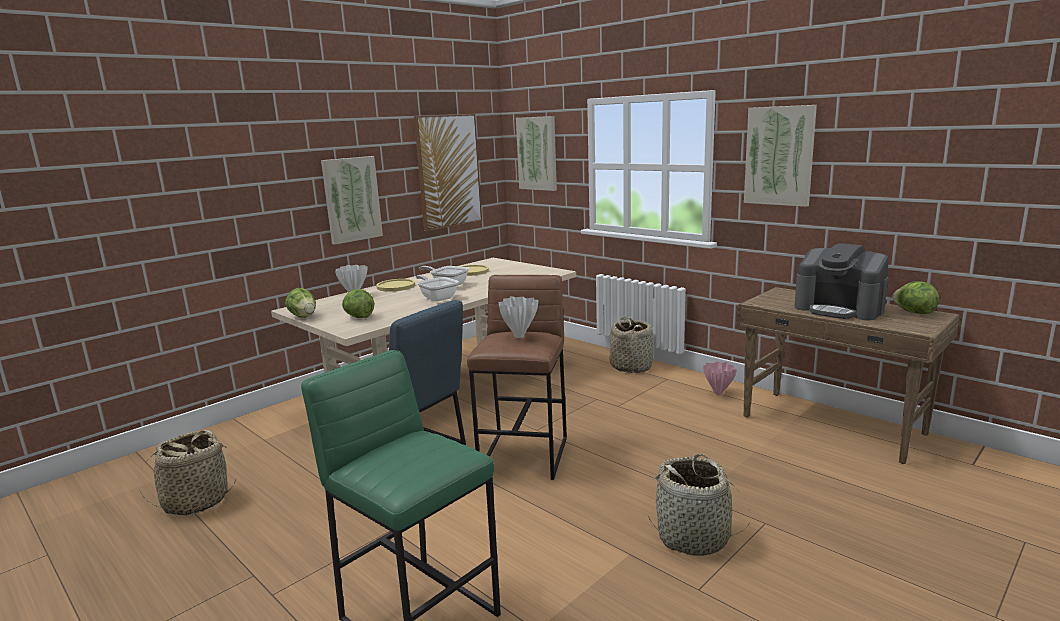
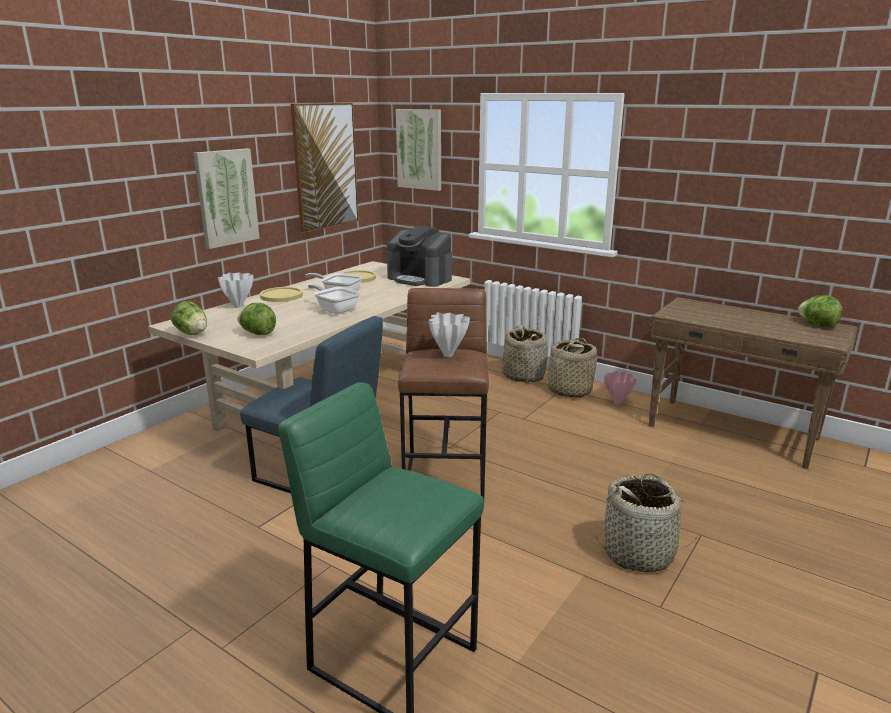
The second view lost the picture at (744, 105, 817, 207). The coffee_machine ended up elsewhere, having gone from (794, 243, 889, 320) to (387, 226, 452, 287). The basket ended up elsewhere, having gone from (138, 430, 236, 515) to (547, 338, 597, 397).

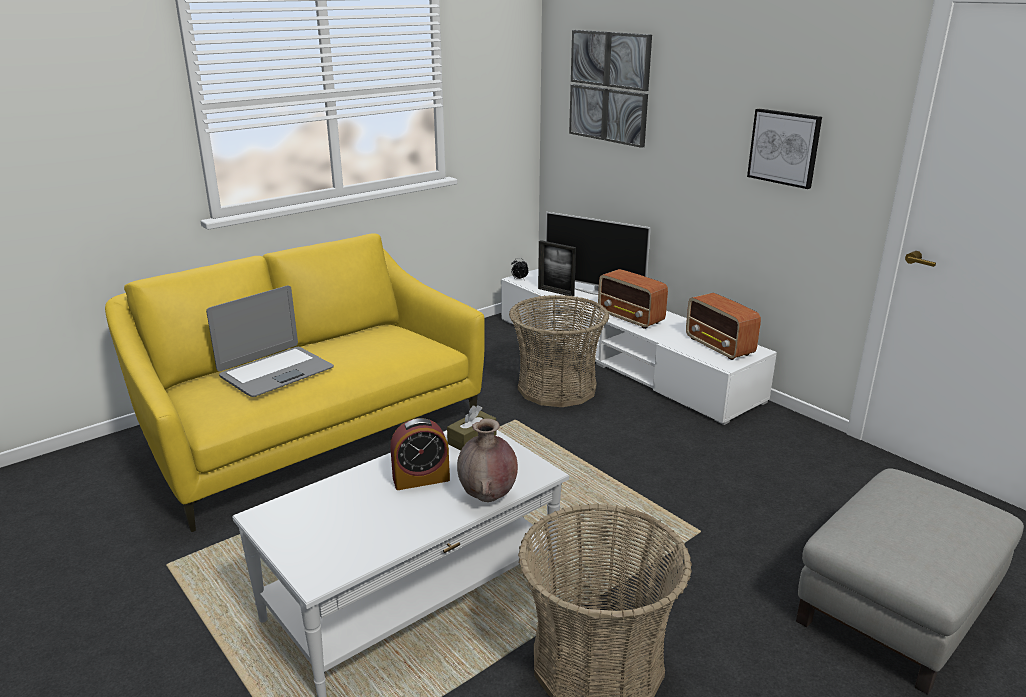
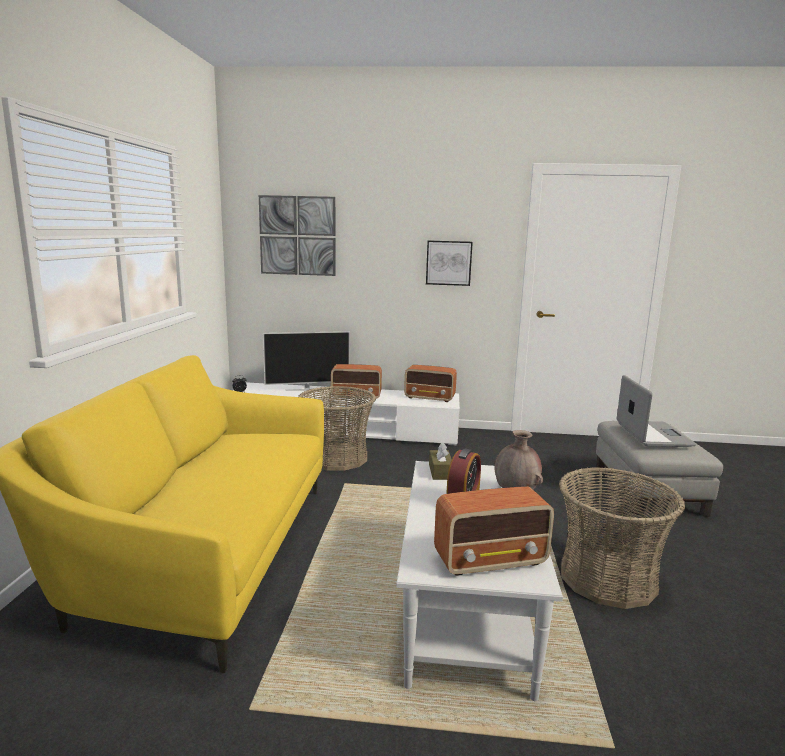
The second view lost the picture_frame at (538, 240, 576, 296). The laptop ended up elsewhere, having gone from (206, 285, 334, 397) to (617, 375, 696, 447). The second view gained the radio at (434, 486, 554, 576).

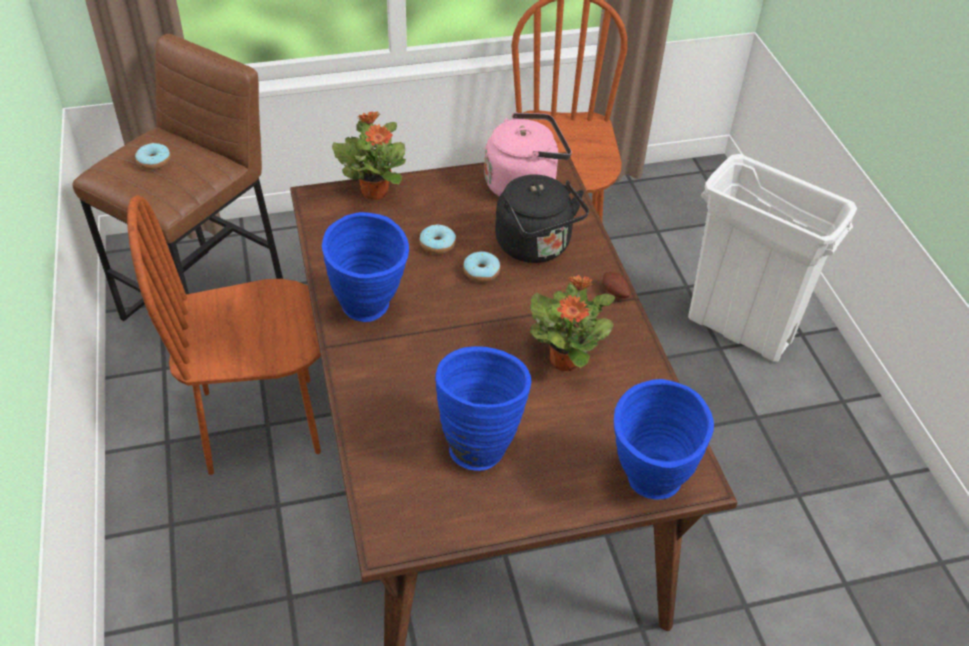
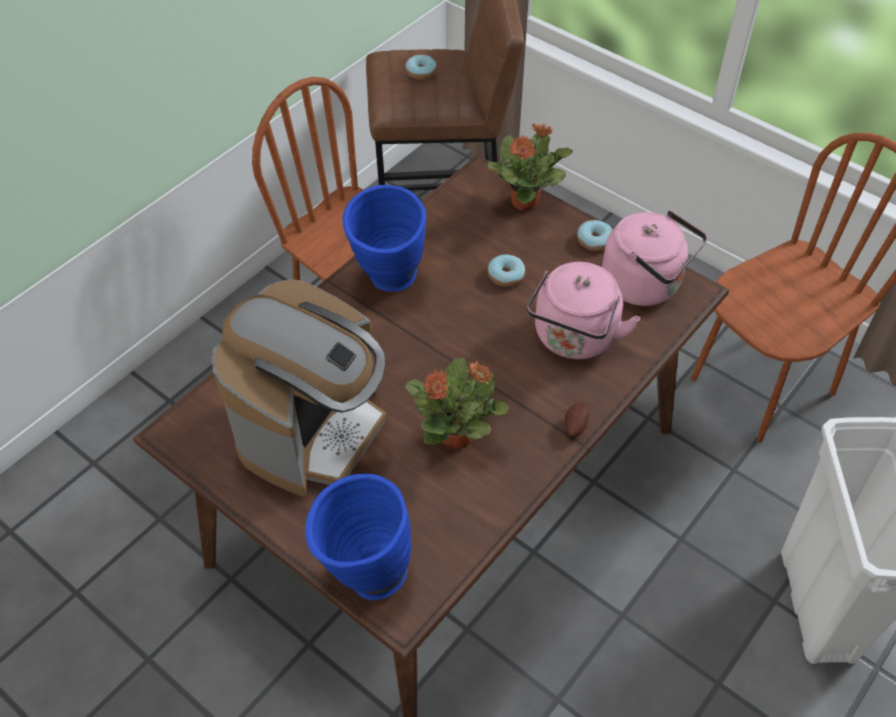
What was the black_kettle at (495, 174, 589, 263) turned into the pink_kettle at (527, 262, 640, 359). The donut ended up elsewhere, having gone from (463, 251, 500, 282) to (577, 220, 612, 251). Where the blue_vase stood at (435, 346, 531, 471), the coffee_machine came to stand at (212, 279, 387, 497).

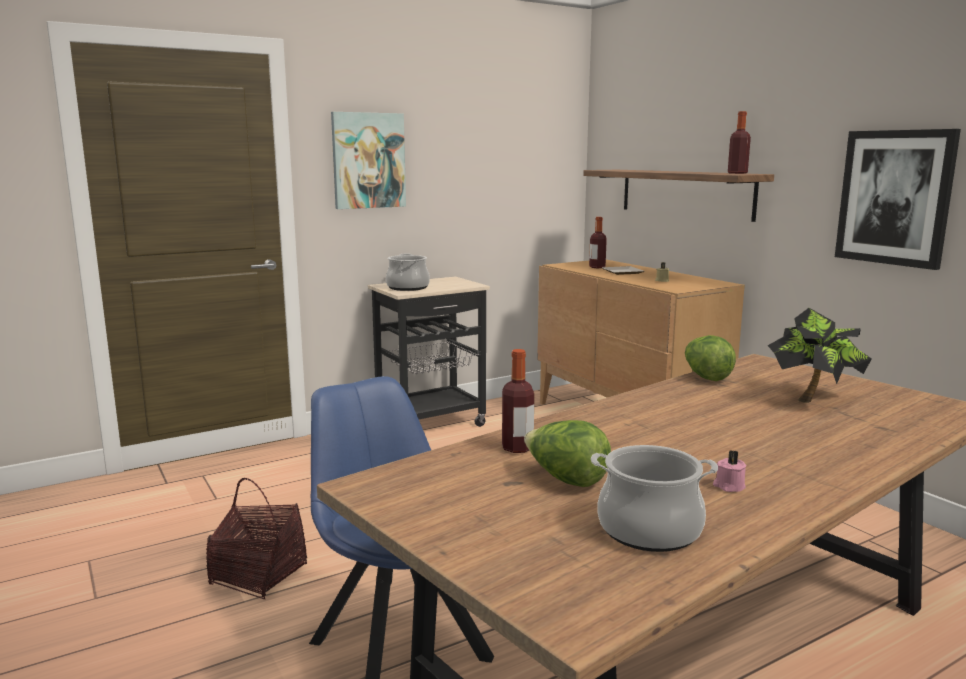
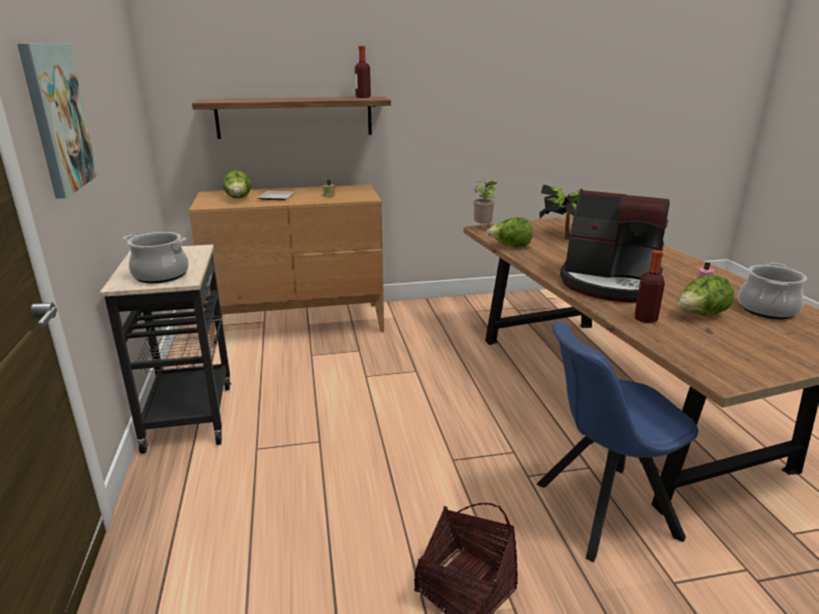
The second view lost the picture at (835, 129, 961, 270). Where the bottle stood at (589, 217, 607, 268), the lettuce came to stand at (223, 170, 251, 199). The second view gained the potted_plant at (473, 180, 499, 225). The second view gained the coffee_machine at (560, 190, 670, 303).

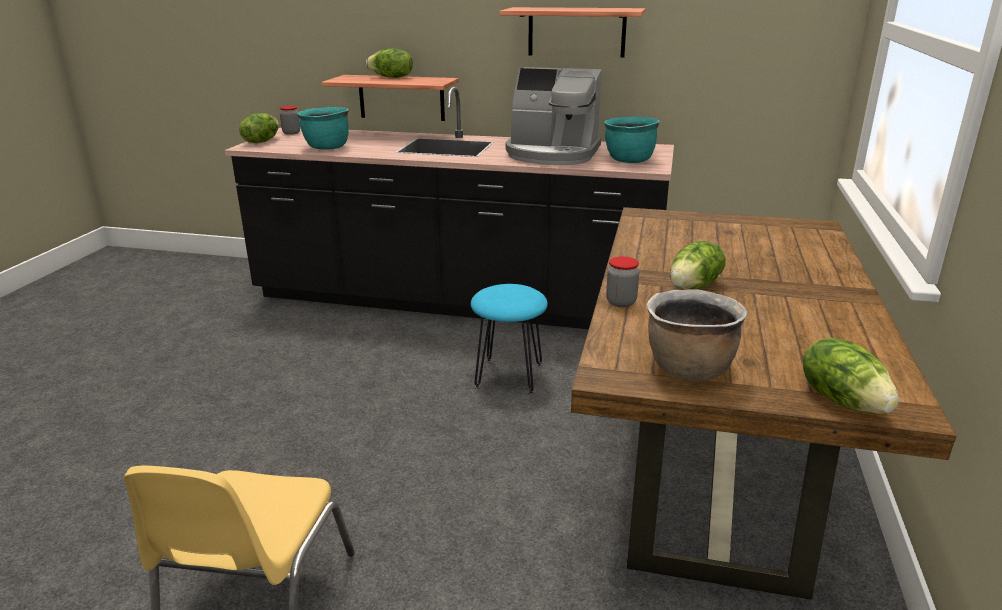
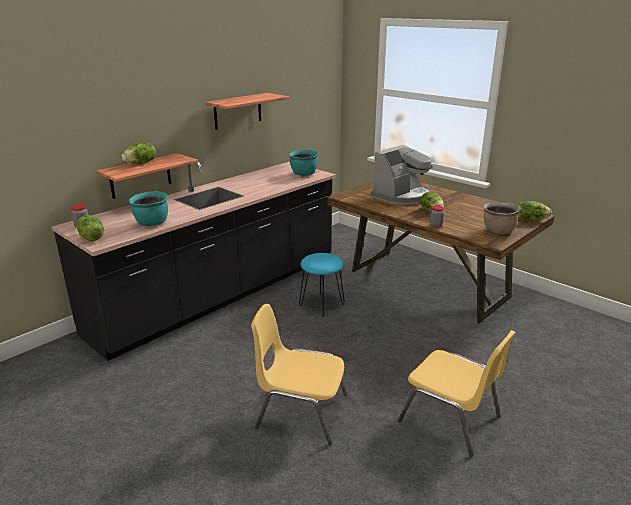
The coffee_machine ended up elsewhere, having gone from (506, 67, 602, 165) to (371, 145, 433, 205). The second view gained the yellow_chair at (251, 304, 347, 445).

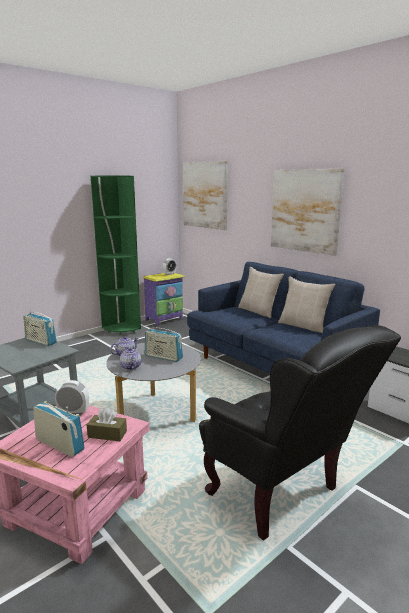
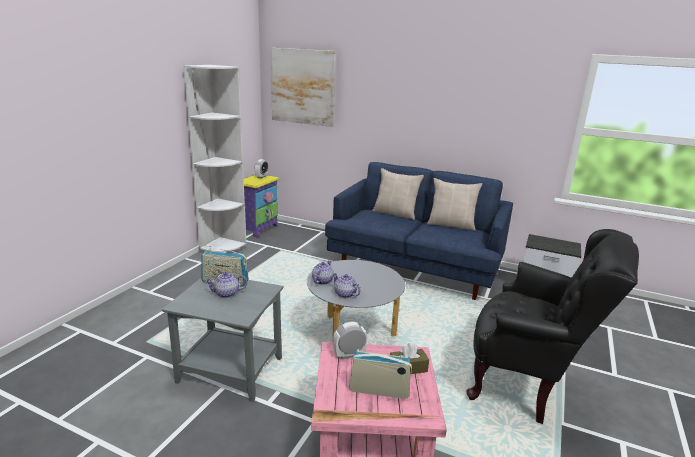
The second view lost the picture at (271, 169, 345, 256). What was the green_bookcase at (91, 176, 141, 335) turned into the white_bookcase at (183, 65, 246, 253). The second view lost the radio at (145, 325, 183, 362). The second view gained the teapot at (205, 272, 247, 298).

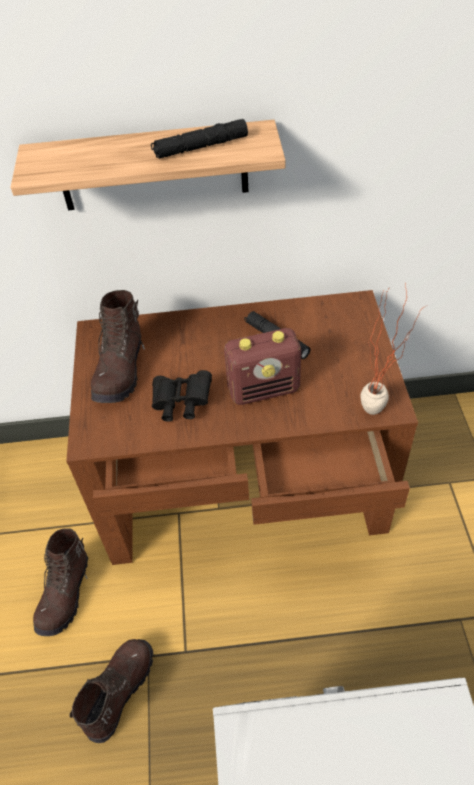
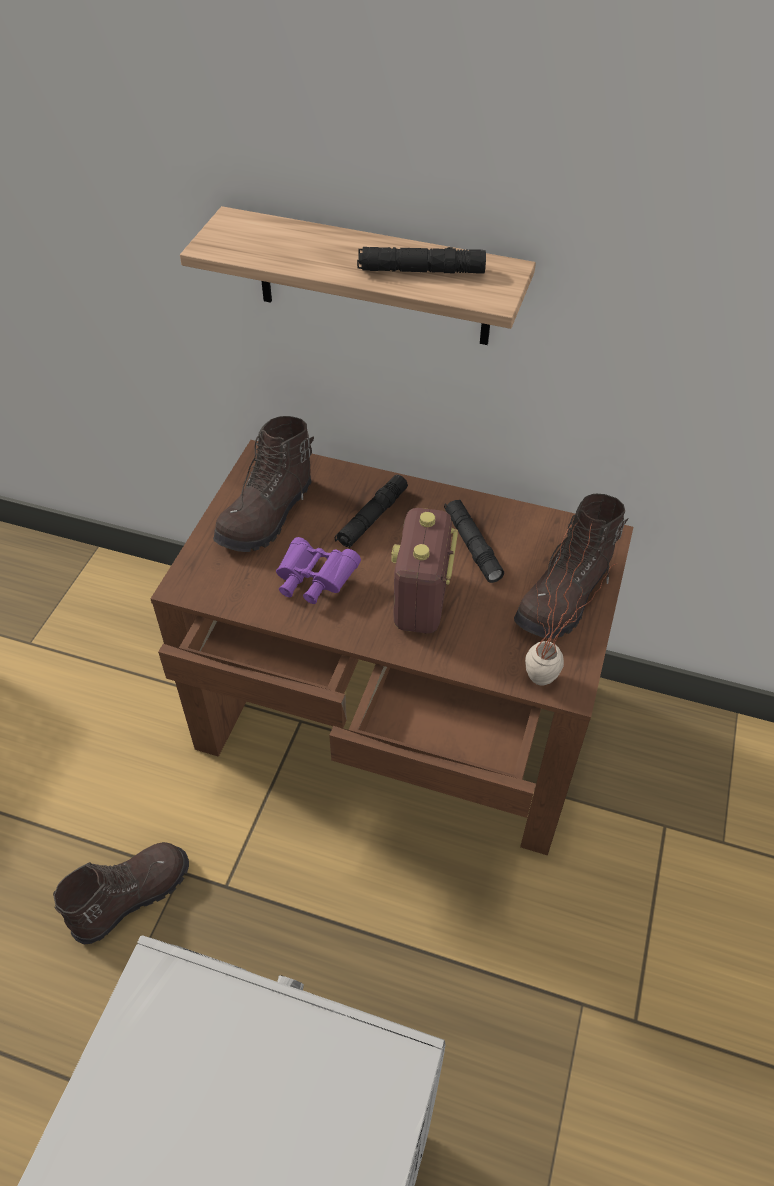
The radio at (224, 328, 301, 405) ended up facing another way, 90 degrees clockwise from before. What was the black_binoculars at (152, 370, 212, 422) turned into the purple_binoculars at (276, 537, 361, 604). The brown_boot ended up elsewhere, having gone from (33, 529, 88, 636) to (514, 494, 629, 639). The second view gained the black_flashlight at (335, 475, 408, 548).

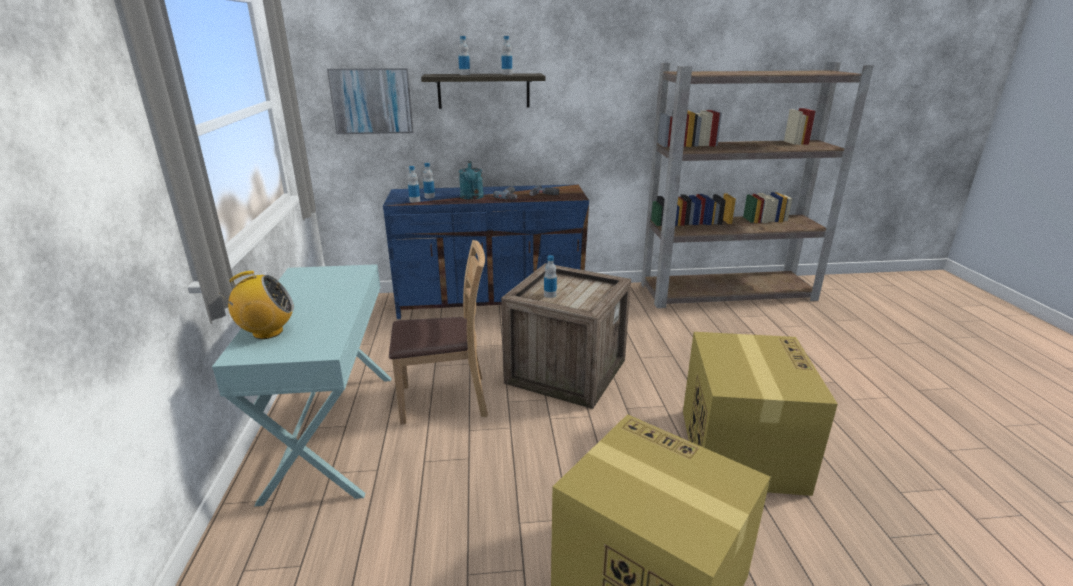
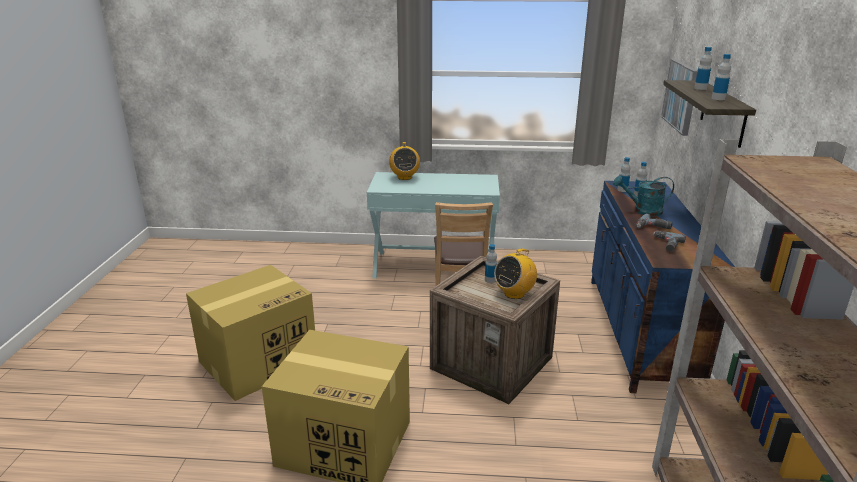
The second view gained the radio at (494, 249, 537, 299).

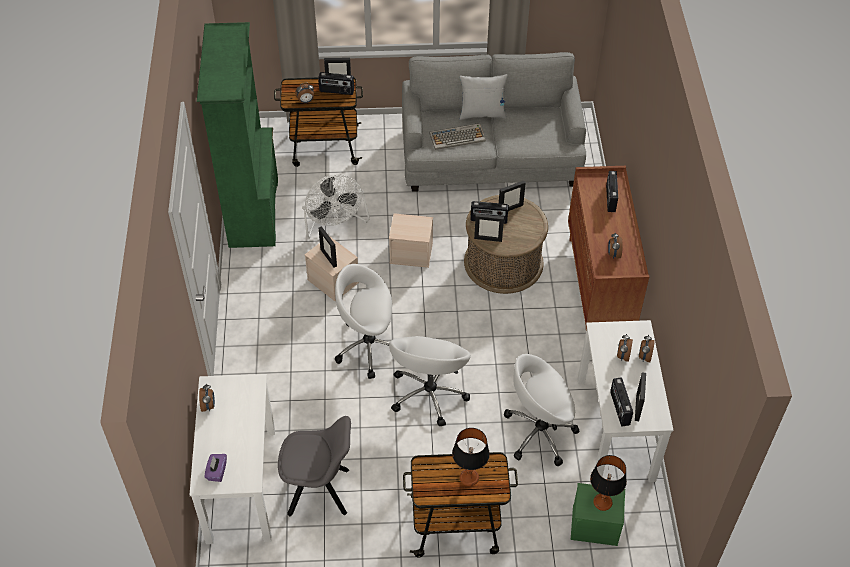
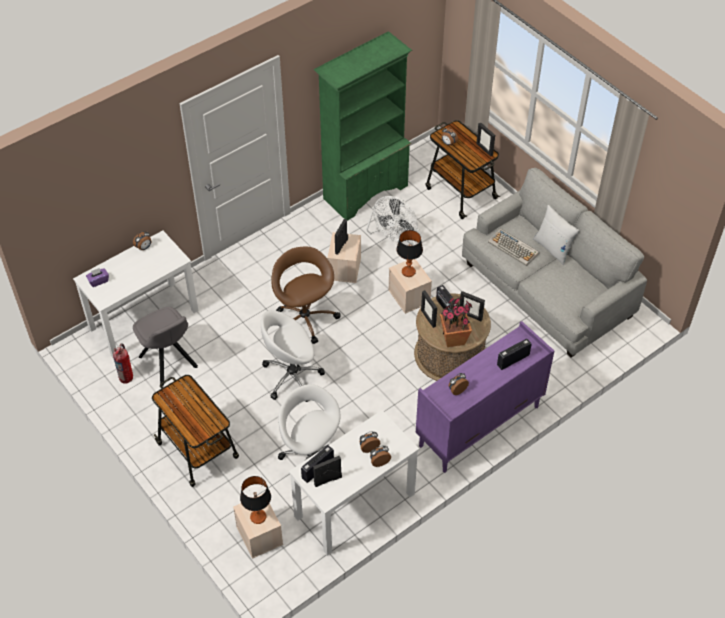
The second view lost the radio at (318, 72, 354, 95). What was the brown_cabinet at (568, 166, 649, 330) turned into the purple_cabinet at (416, 321, 554, 473). What was the white_office_chair at (335, 264, 392, 379) turned into the brown_office_chair at (271, 247, 341, 344). The table_lamp ended up elsewhere, having gone from (452, 428, 490, 486) to (396, 230, 423, 277). What was the green_storage_box at (571, 483, 625, 546) turned into the beige_storage_box at (233, 493, 283, 559). The second view gained the potted_plant at (440, 298, 472, 347). The second view gained the fire_extinguisher at (113, 343, 133, 384).

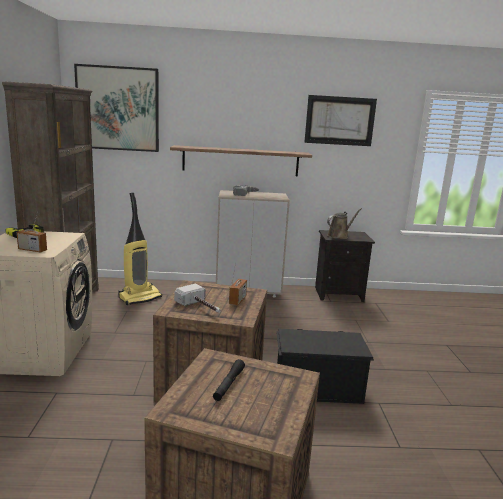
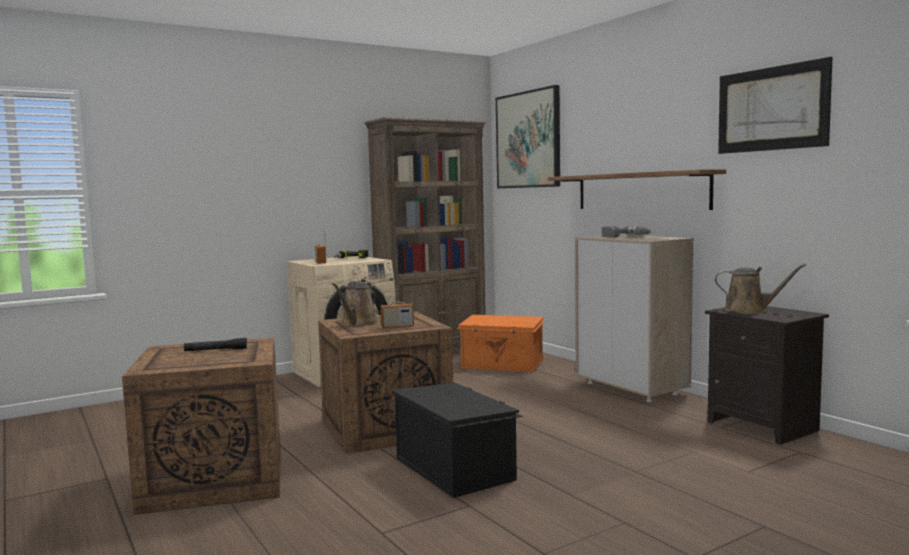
Where the vacuum_cleaner stood at (118, 193, 162, 305), the orange_storage_box came to stand at (457, 315, 545, 372). Where the hammer stood at (174, 283, 221, 313), the brown_watering_can came to stand at (332, 281, 378, 327).

